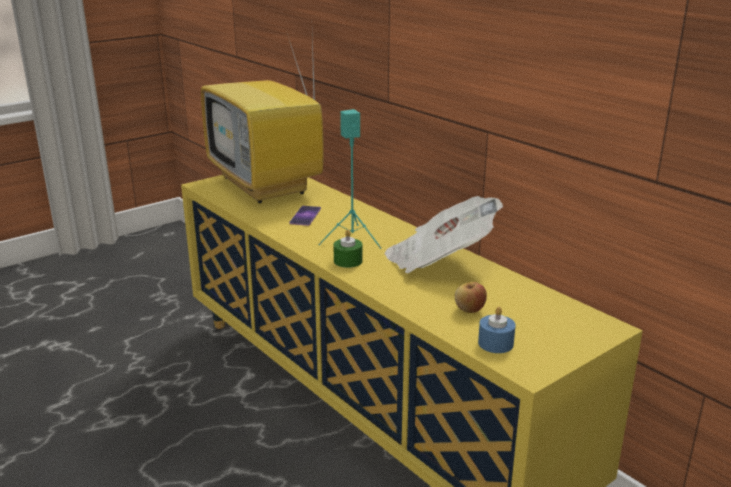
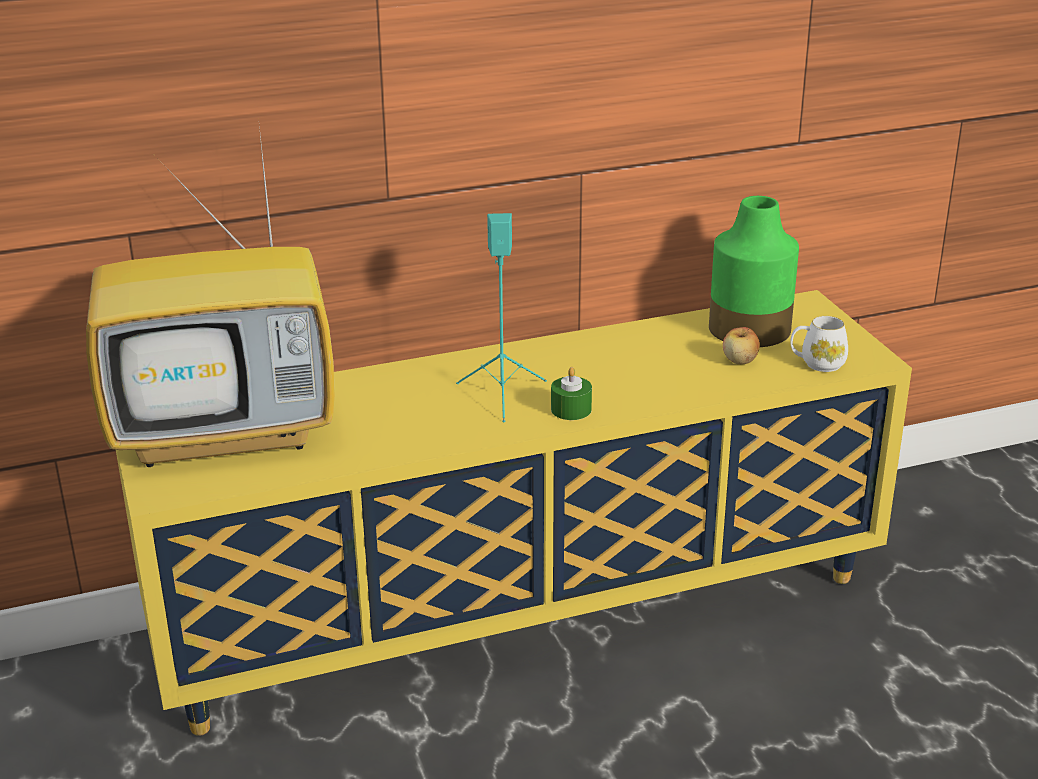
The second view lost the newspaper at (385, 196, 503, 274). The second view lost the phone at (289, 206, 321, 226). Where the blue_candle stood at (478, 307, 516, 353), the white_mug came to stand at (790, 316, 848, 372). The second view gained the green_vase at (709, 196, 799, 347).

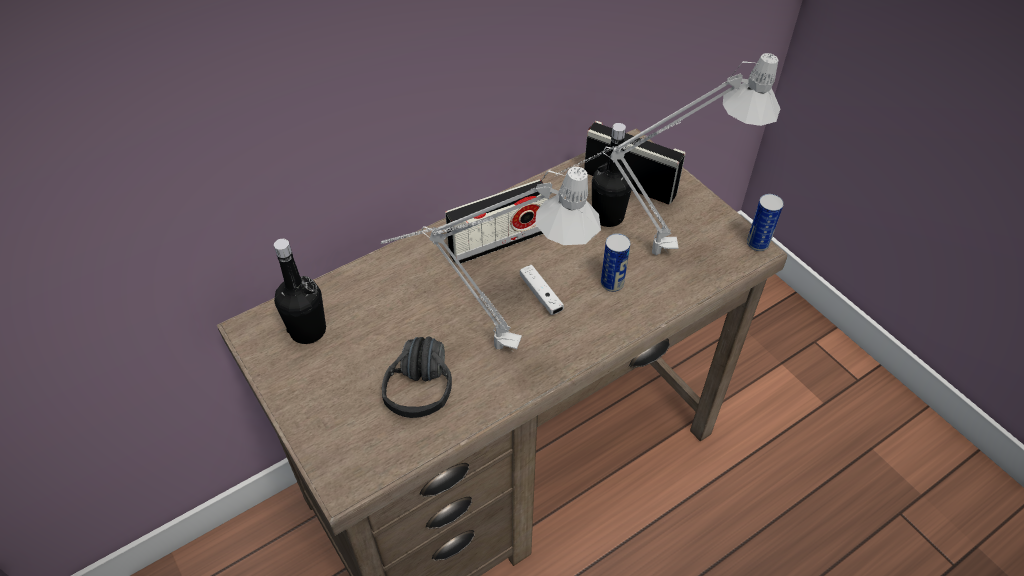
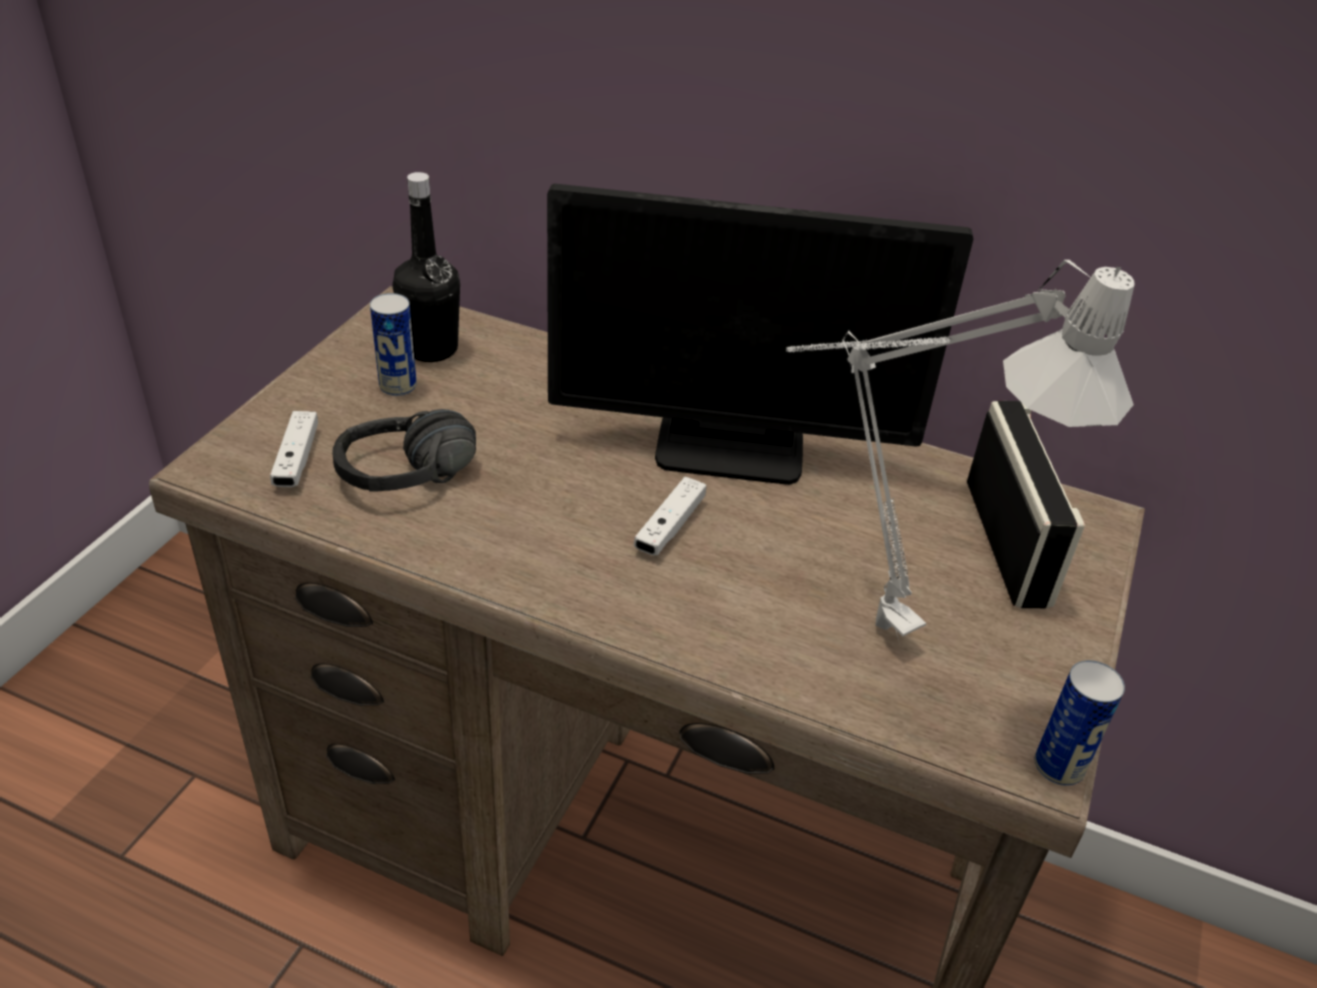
The second view lost the black_bottle at (592, 123, 633, 227). The second view lost the grey_table_lamp at (381, 167, 601, 349). Where the radio stood at (445, 179, 548, 265), the monitor came to stand at (547, 184, 973, 485). The can ended up elsewhere, having gone from (601, 233, 630, 292) to (370, 293, 417, 396). The second view gained the white_game_controller at (270, 411, 318, 487).

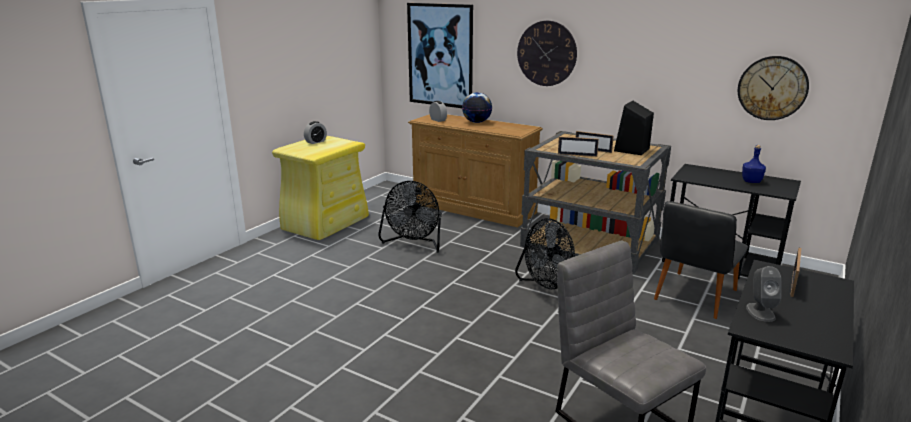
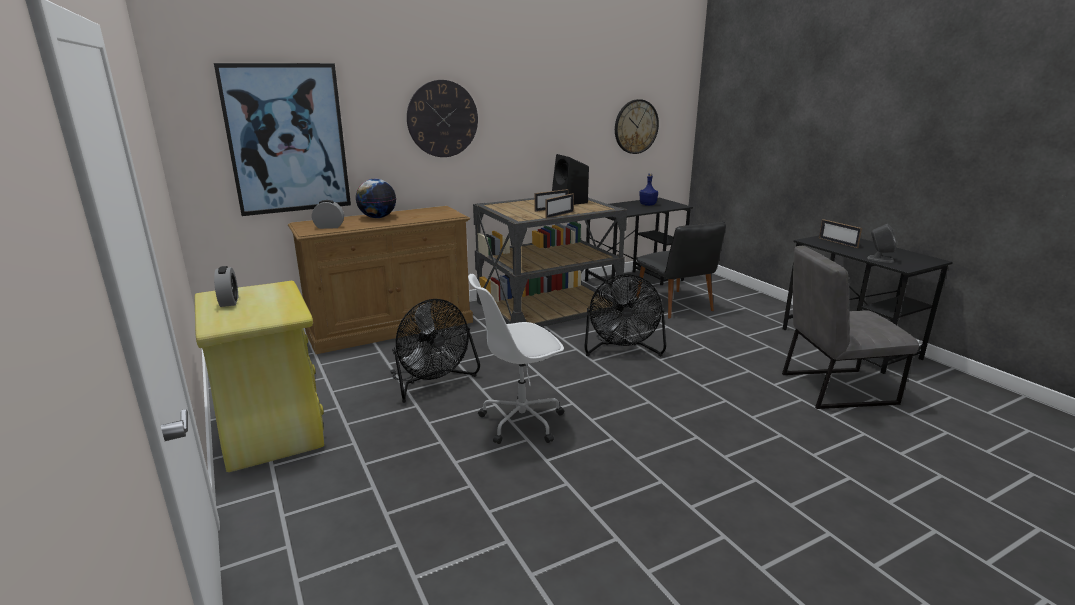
The second view gained the white_office_chair at (468, 274, 565, 444).

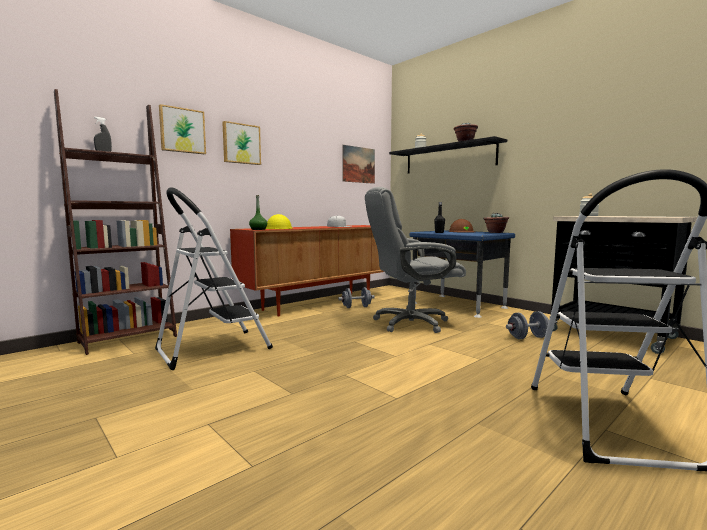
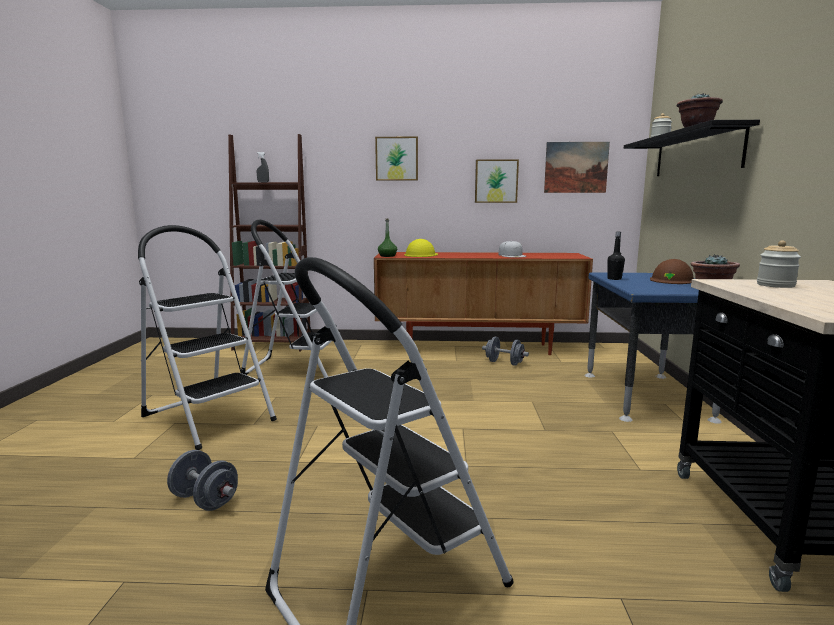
The picture ended up elsewhere, having gone from (159, 104, 206, 154) to (475, 159, 519, 203). The second view lost the grey_office_chair at (365, 187, 466, 333). The grey_dumbbell ended up elsewhere, having gone from (506, 311, 549, 339) to (167, 450, 238, 511). The second view gained the step_ladder at (138, 225, 277, 450).

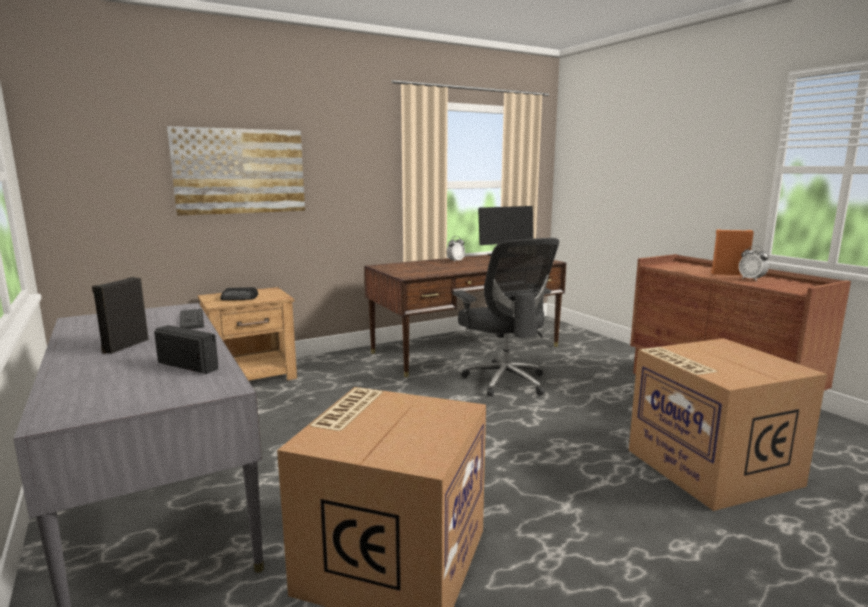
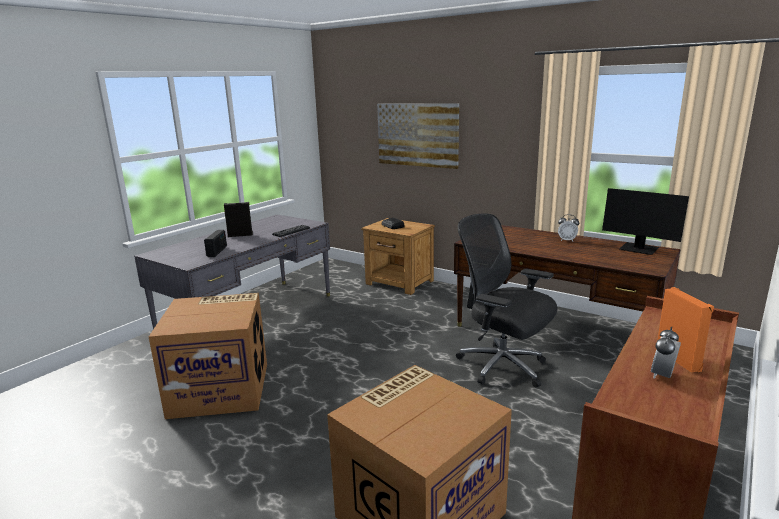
The office_chair at (453, 238, 559, 397) ended up facing another way, 90 degrees clockwise from before.

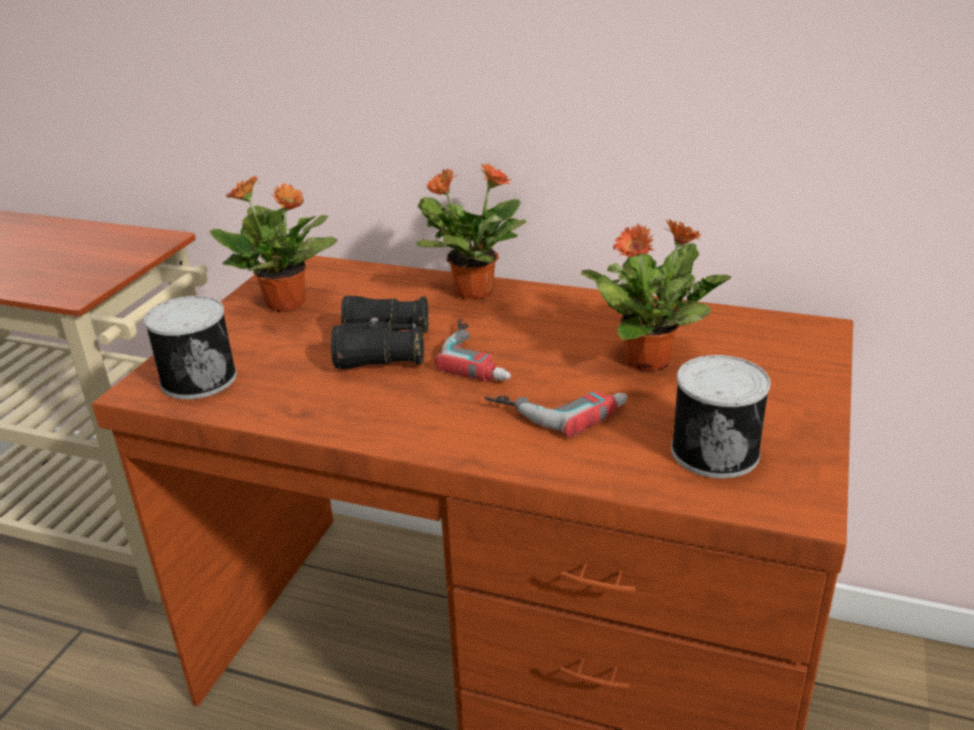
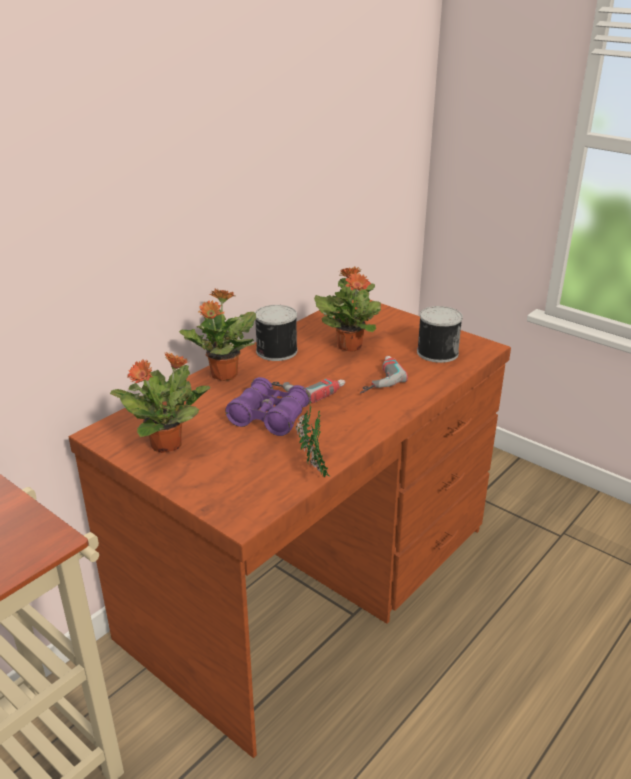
The can ended up elsewhere, having gone from (144, 296, 237, 399) to (255, 305, 297, 361). What was the black_binoculars at (331, 296, 429, 369) turned into the purple_binoculars at (225, 377, 311, 436). The second view gained the potted_plant at (296, 401, 330, 478).

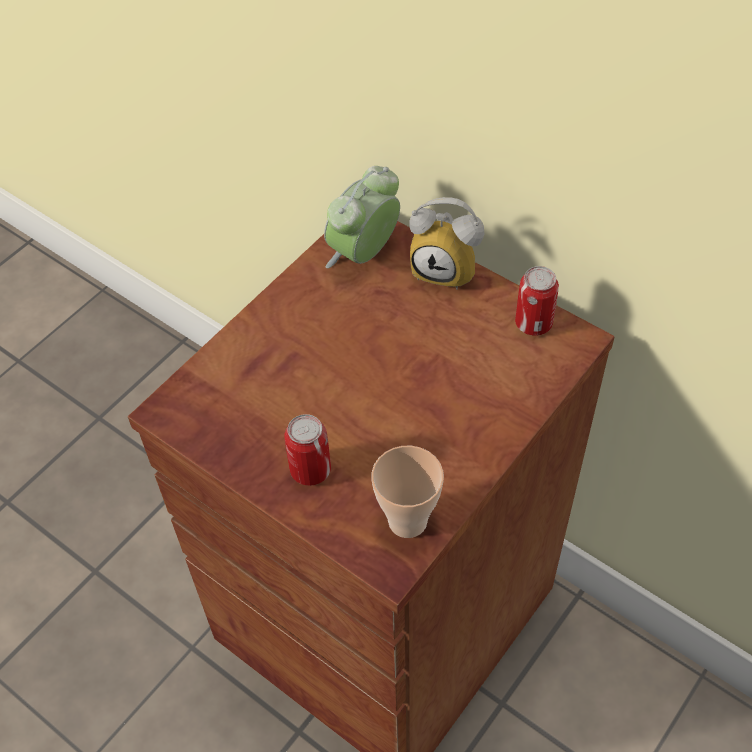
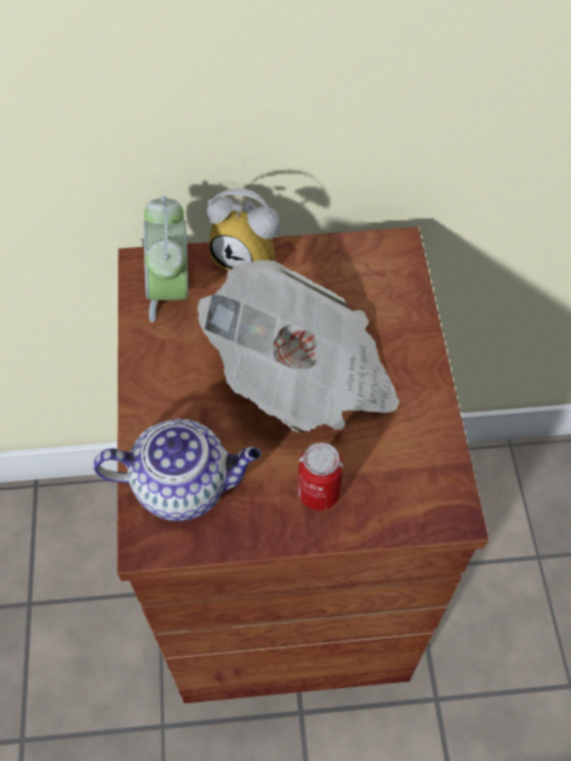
The alarm_clock at (409, 197, 484, 290) ended up facing another way, 45 degrees clockwise from before. The second view lost the can at (515, 266, 559, 336). The second view lost the cup at (372, 446, 444, 538). The second view gained the newspaper at (197, 260, 400, 433). The second view gained the teapot at (93, 419, 261, 521).

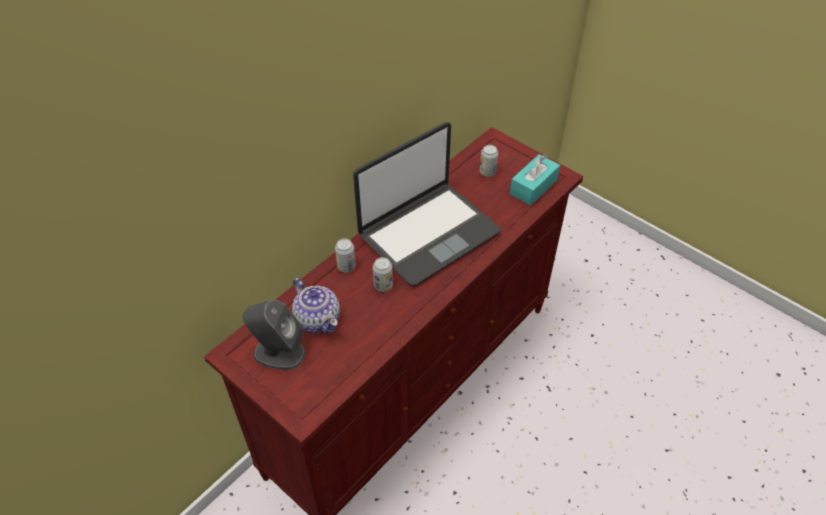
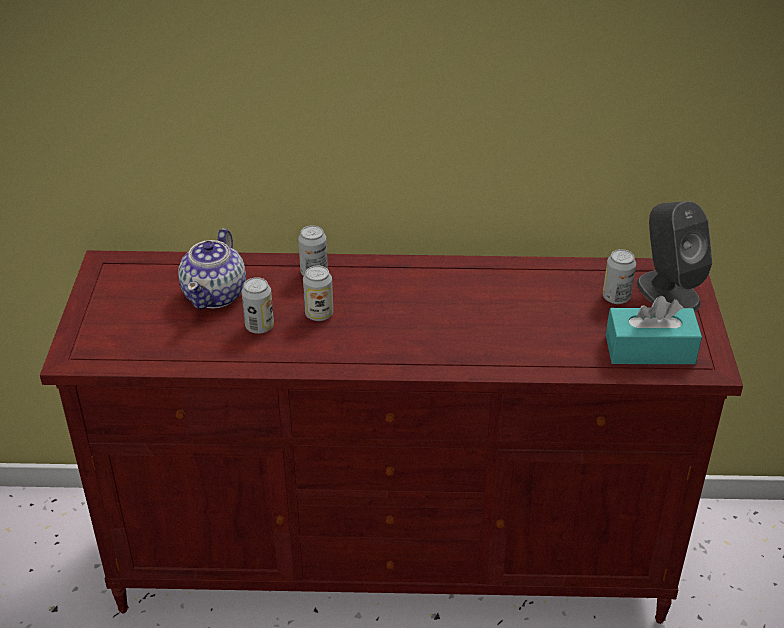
The second view lost the laptop at (353, 122, 501, 287). The grey_speaker ended up elsewhere, having gone from (243, 300, 306, 370) to (637, 201, 712, 312). The second view gained the can at (241, 277, 274, 334).

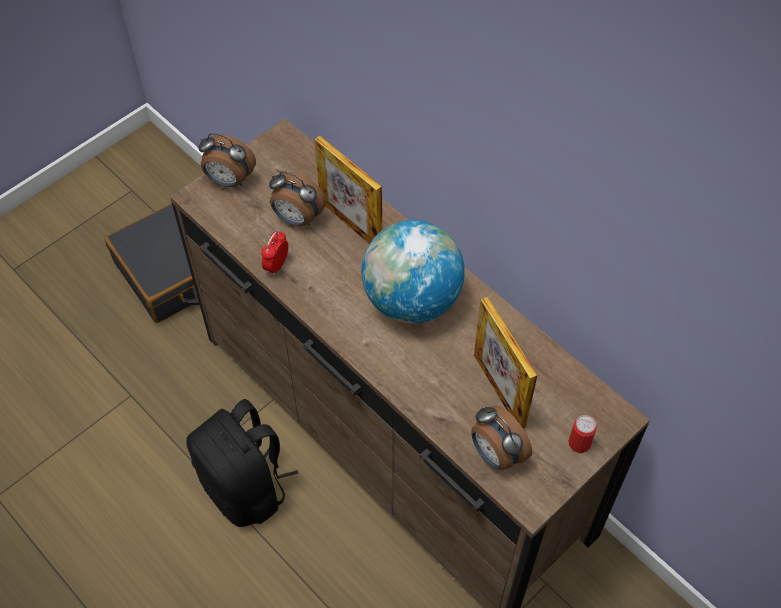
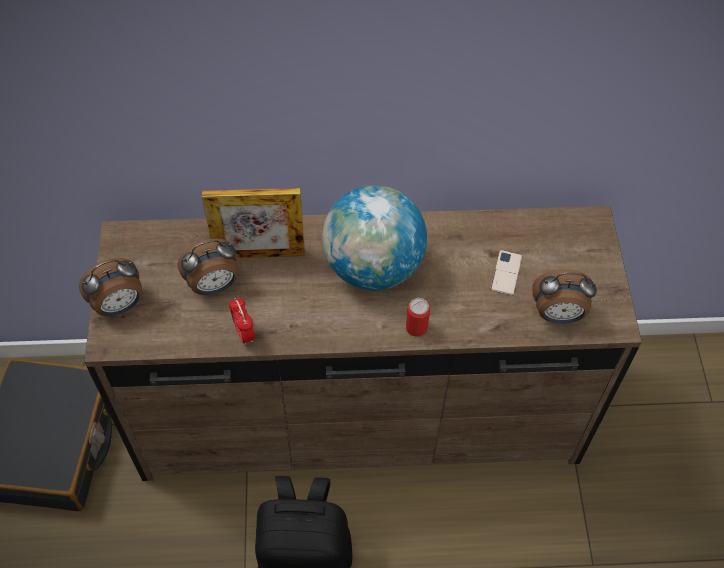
Where the picture_frame stood at (474, 297, 537, 428), the phone came to stand at (490, 250, 522, 296). The can ended up elsewhere, having gone from (569, 415, 597, 453) to (406, 298, 430, 337).

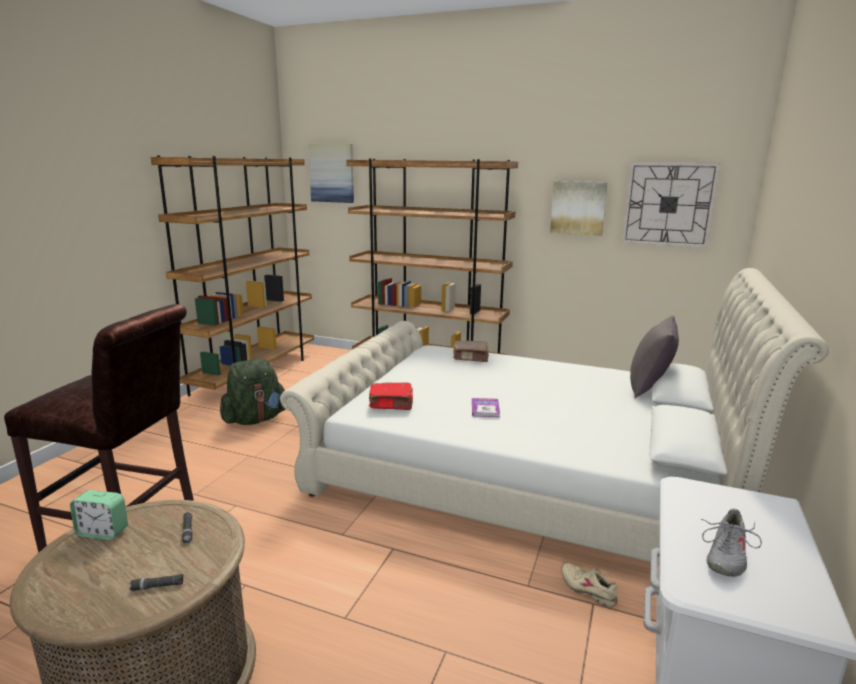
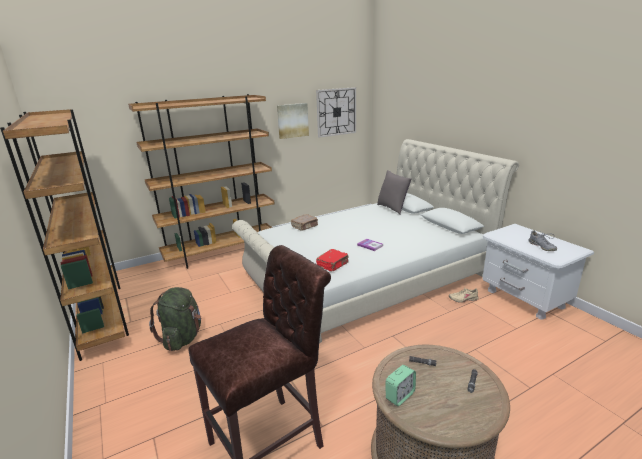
The second view lost the picture at (308, 144, 354, 203).

